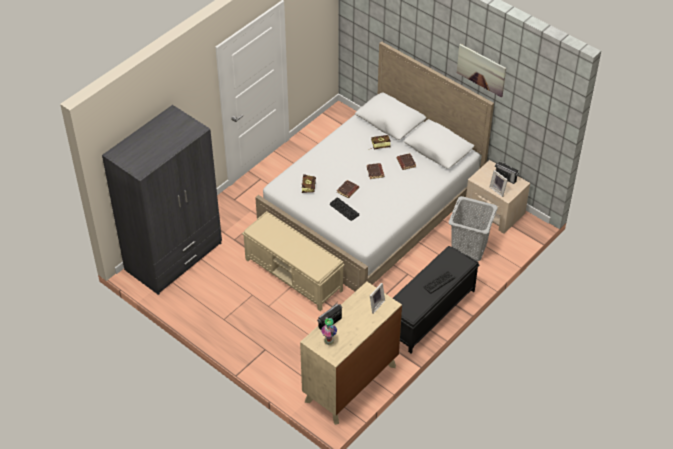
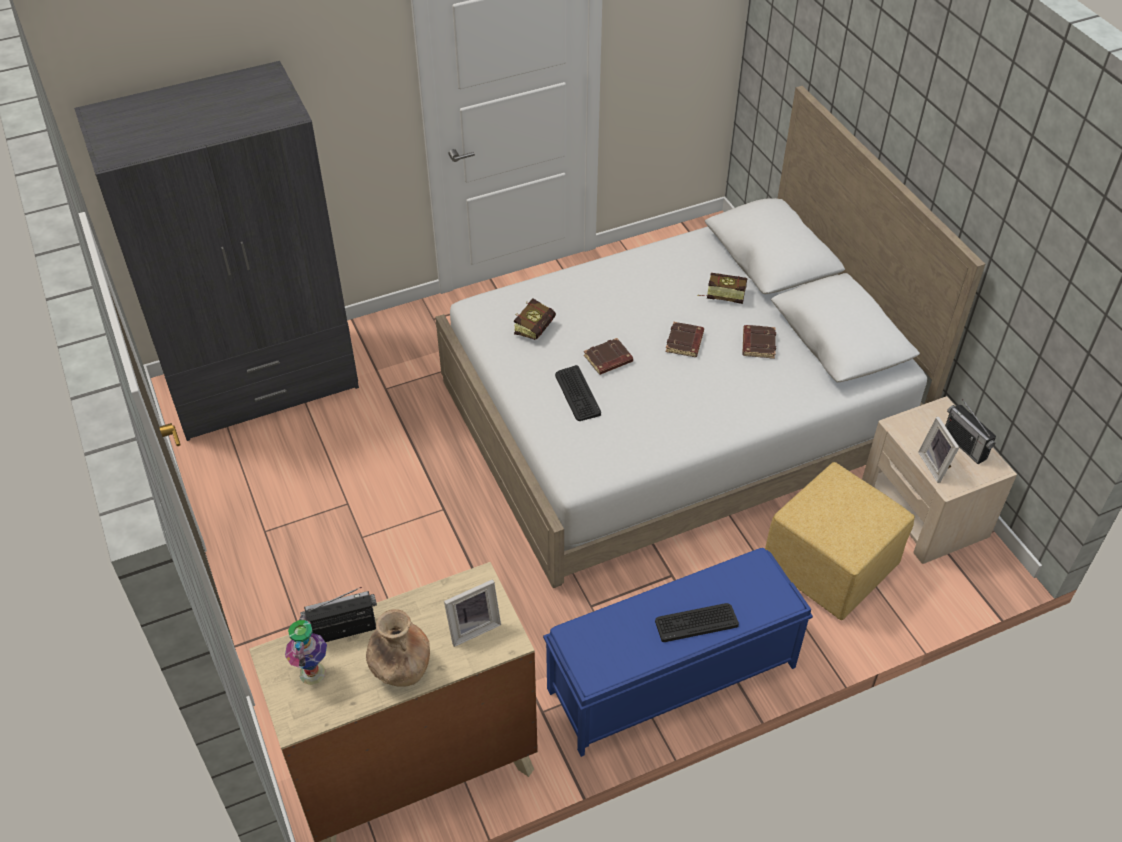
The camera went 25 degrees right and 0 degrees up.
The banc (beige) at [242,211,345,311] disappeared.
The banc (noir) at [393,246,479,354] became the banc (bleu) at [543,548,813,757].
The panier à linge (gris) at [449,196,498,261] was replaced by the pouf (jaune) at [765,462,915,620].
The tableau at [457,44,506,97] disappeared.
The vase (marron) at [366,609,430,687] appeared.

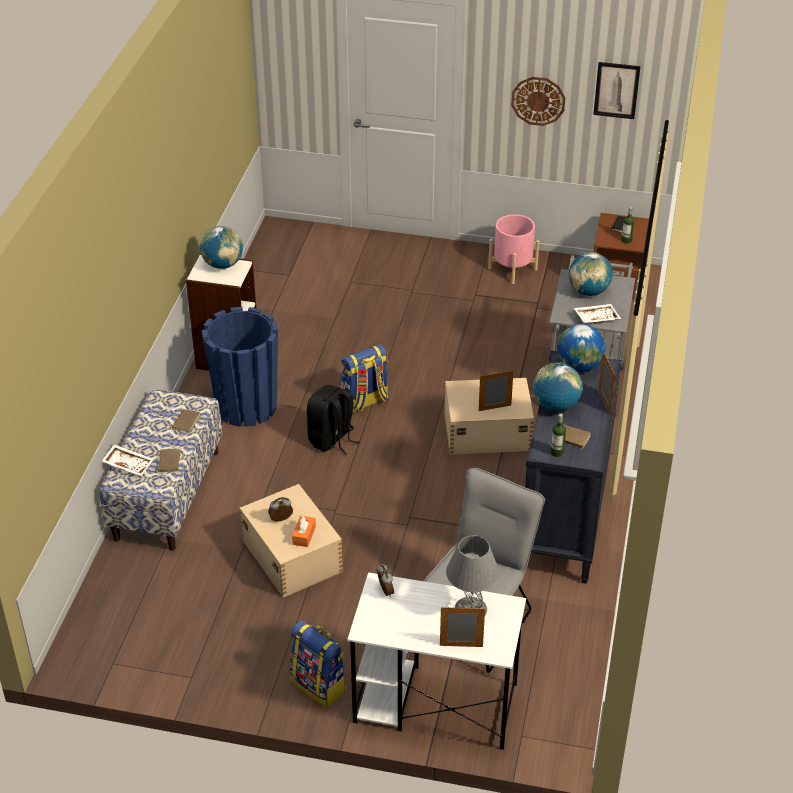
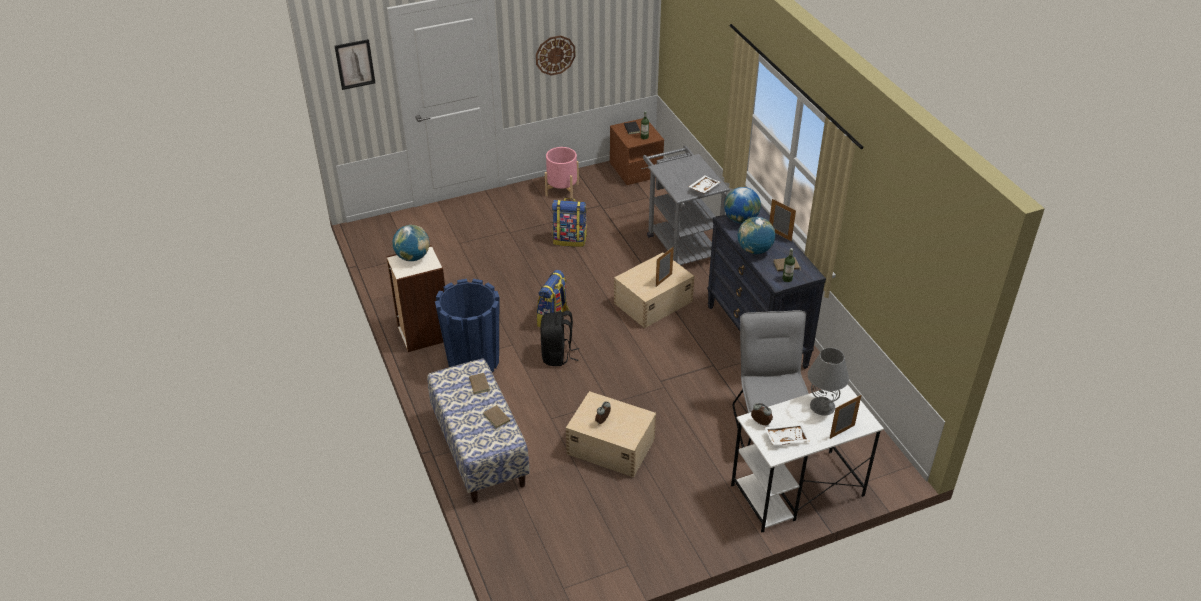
The camera went 35 degrees left and 0 degrees up.
The plateau (blanc) moved from [102,444,153,476] to [764,423,810,445].
The sac à dos moved from [290,621,346,707] to [552,198,587,247].
The boîte à mouchoirs (orange) at [292,515,316,547] disappeared.
The globe at [569,252,613,296] disappeared.
The tableau moved from [593,62,641,119] to [335,39,375,90].

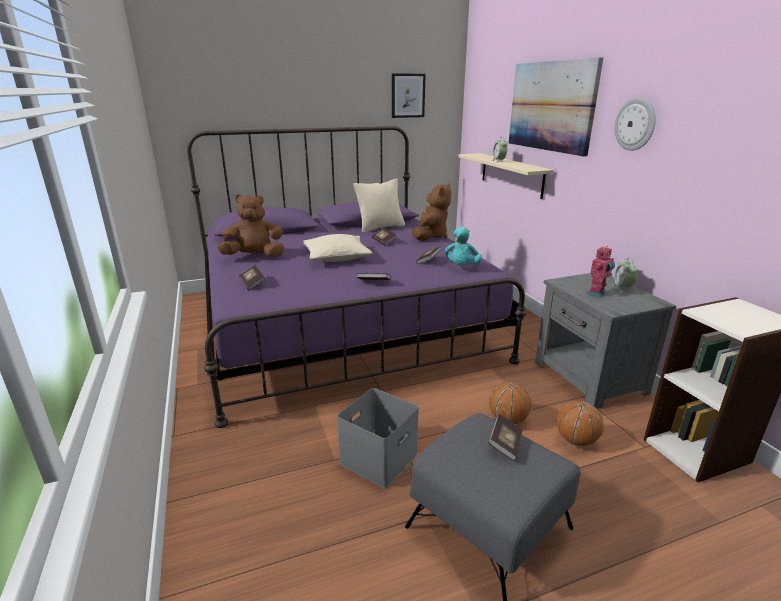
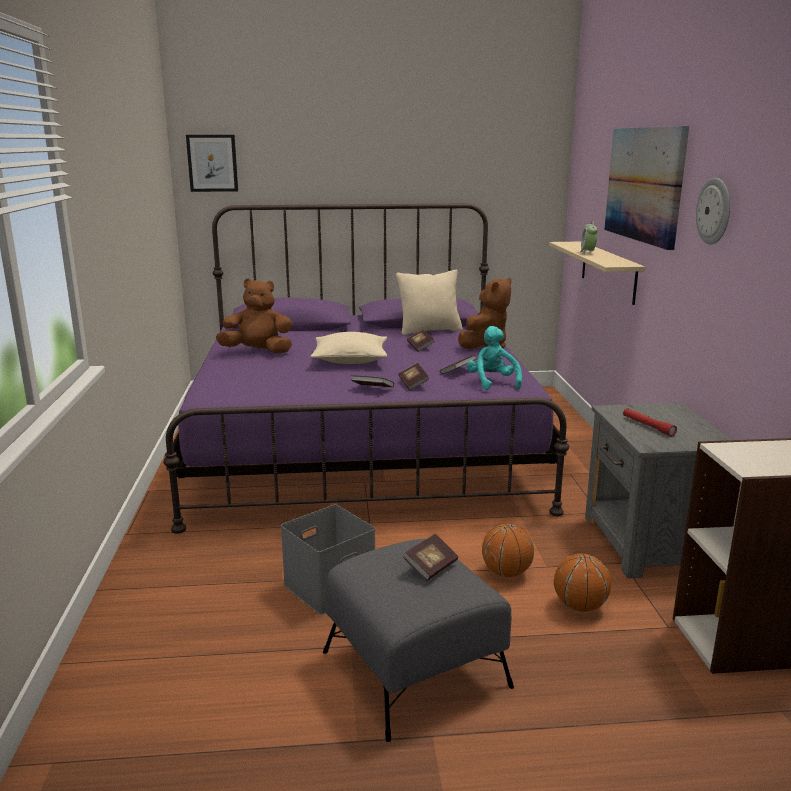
The camera went 15 degrees right and 5 degrees down.
The livre moved from [239,265,265,290] to [398,363,429,391].
The tableau moved from [392,73,426,118] to [186,135,238,192].
The peluche (turquoise) at [445,227,482,265] turned 135 degrees clockwise.
The robot jouet at [586,246,615,297] was replaced by the lampe de poche (rouge) at [623,408,677,437].
The réveil at [612,258,638,293] disappeared.

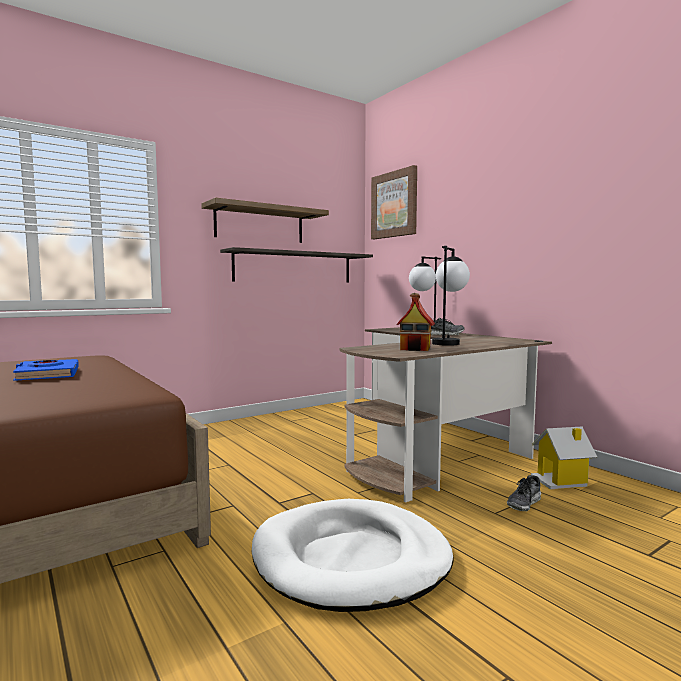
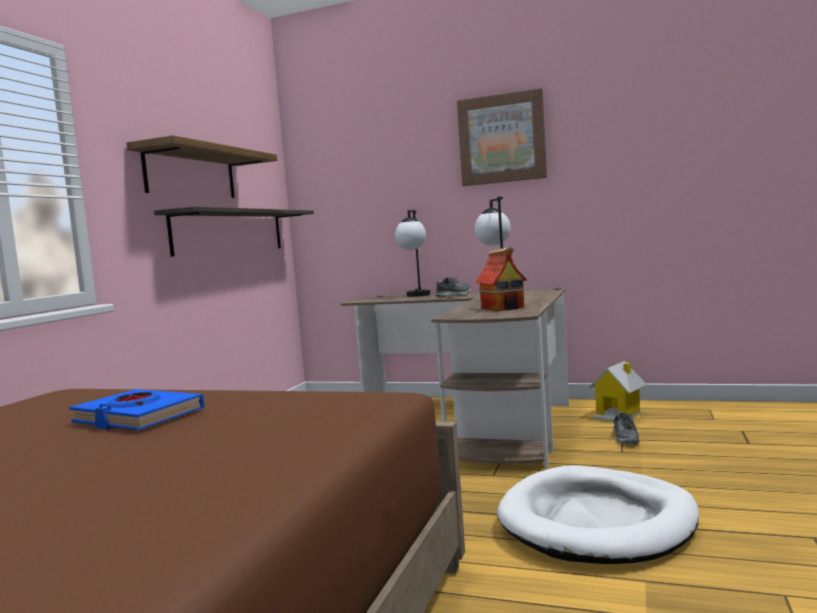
The camera went 35 degrees left and 0 degrees up.
The tableau moved from [371,165,417,239] to [457,88,547,186].

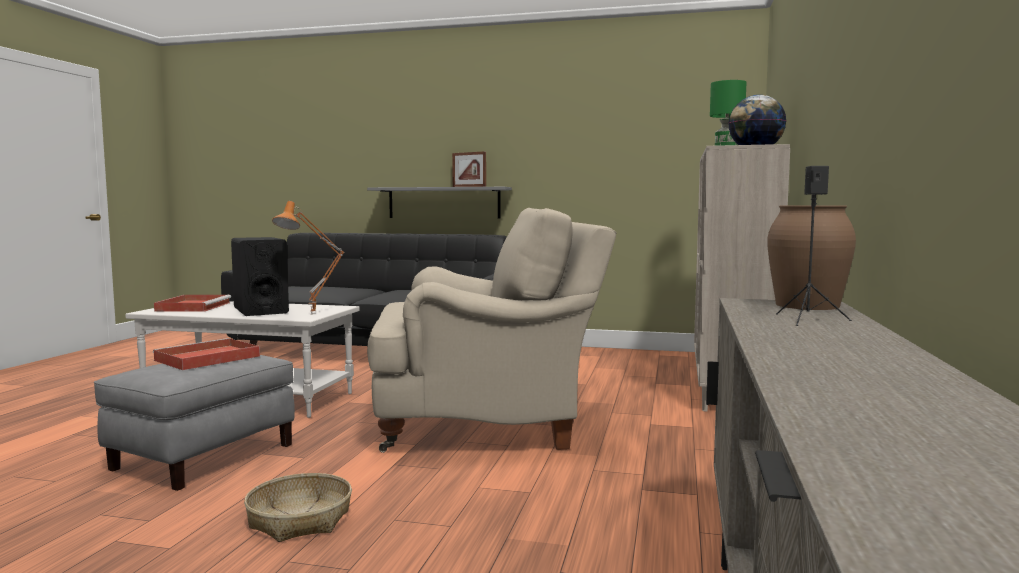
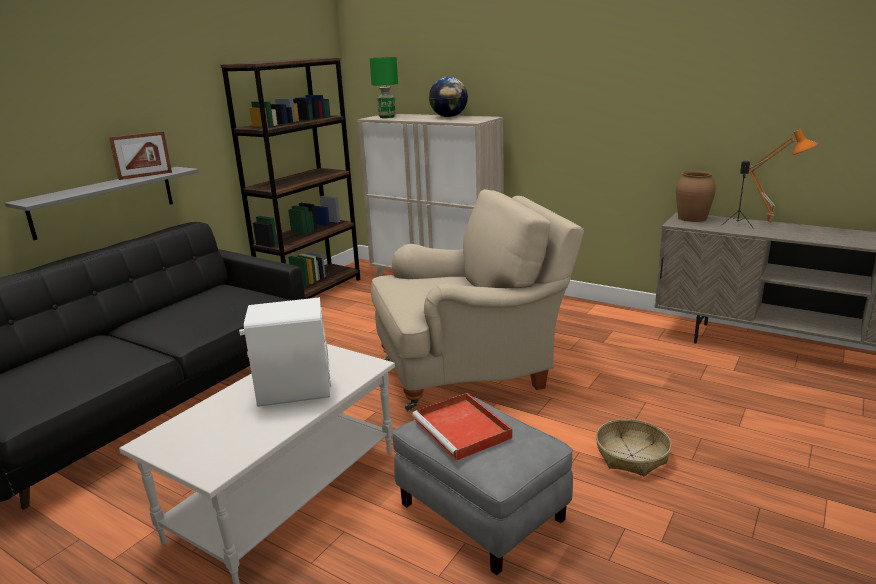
The camera went 70 degrees left and 15 degrees up.
The plateau (rouge) at [154,295,231,312] disappeared.
The enceinte (noir) at [231,237,289,316] became the enceinte (blanc) at [239,297,331,407].
The lampe de table (orange) moved from [272,201,345,315] to [749,129,818,225].
The fauteuil (beige) at [367,208,617,453] turned 60 degrees clockwise.
The bibliothèque (marron) at [220,57,360,299] appeared.

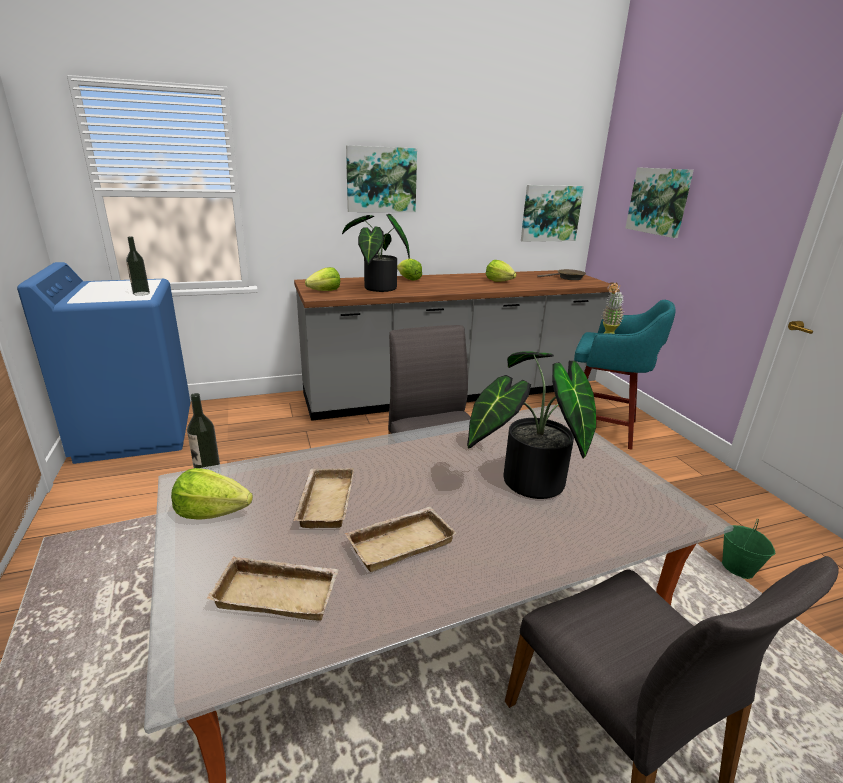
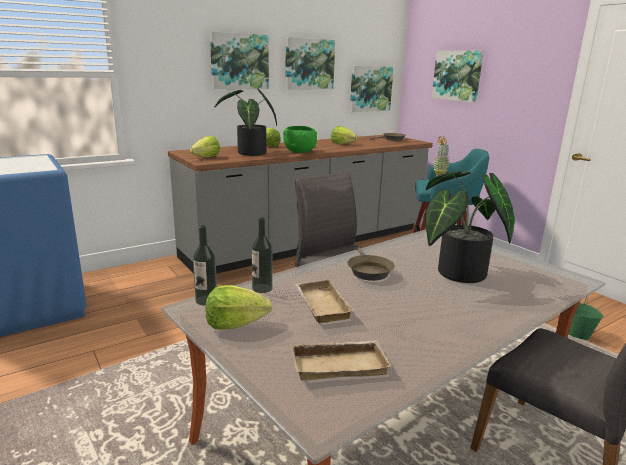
The camera went 15 degrees left and 5 degrees down.
The bouteille moved from [126,237,150,296] to [251,217,273,293].
The plateau (beige) at [345,507,457,572] disappeared.
The bol (vert) at [283,126,317,153] appeared.
The tableau at [285,37,335,90] appeared.
The poêle (marron) at [348,247,395,281] appeared.

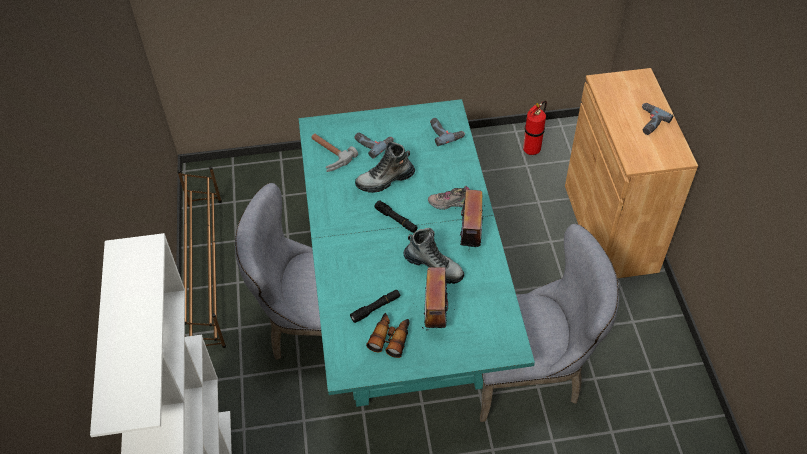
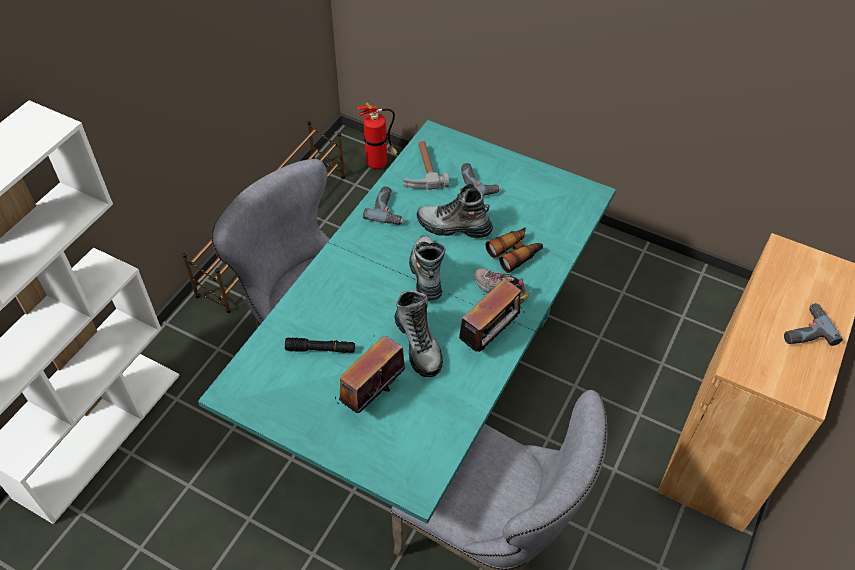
The camera went 35 degrees right and 0 degrees up.
The jumelles moved from [366,313,410,358] to [485,228,543,273].
The lampe de poche (noir) at [374,200,418,233] was replaced by the botte at [409,235,445,300].
The perceuse moved from [430,118,465,146] to [363,186,404,225].
The extincteur moved from [523,101,547,155] to [357,102,397,169].

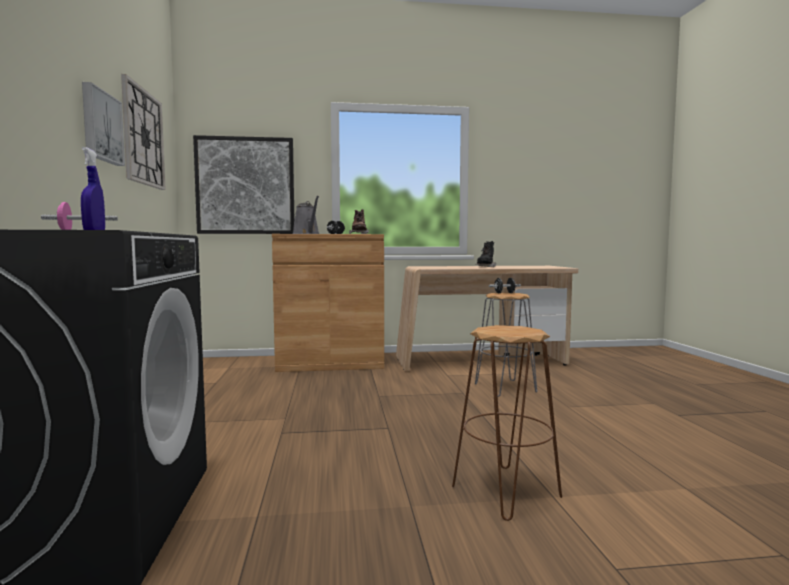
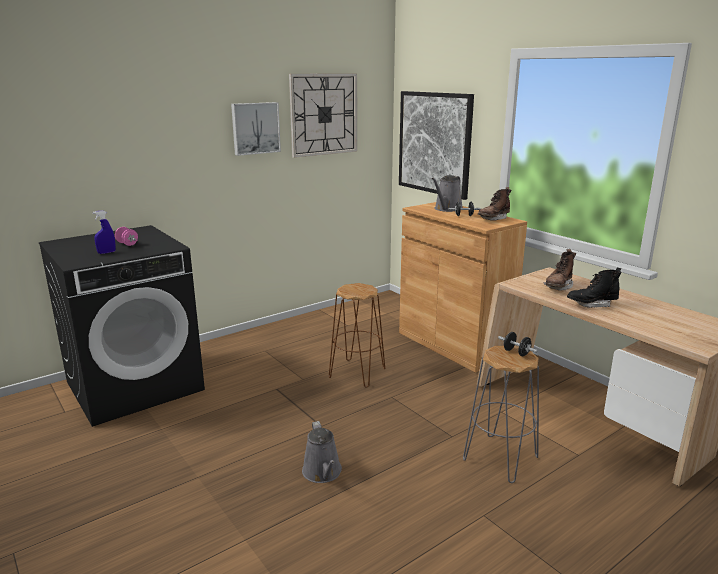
The camera went 60 degrees right and 15 degrees up.
The tabouret (marron) moved from [452,325,562,521] to [329,283,385,387].
The arrosoir (gris) at [302,421,342,483] appeared.
The botte (marron) at [544,249,576,291] appeared.

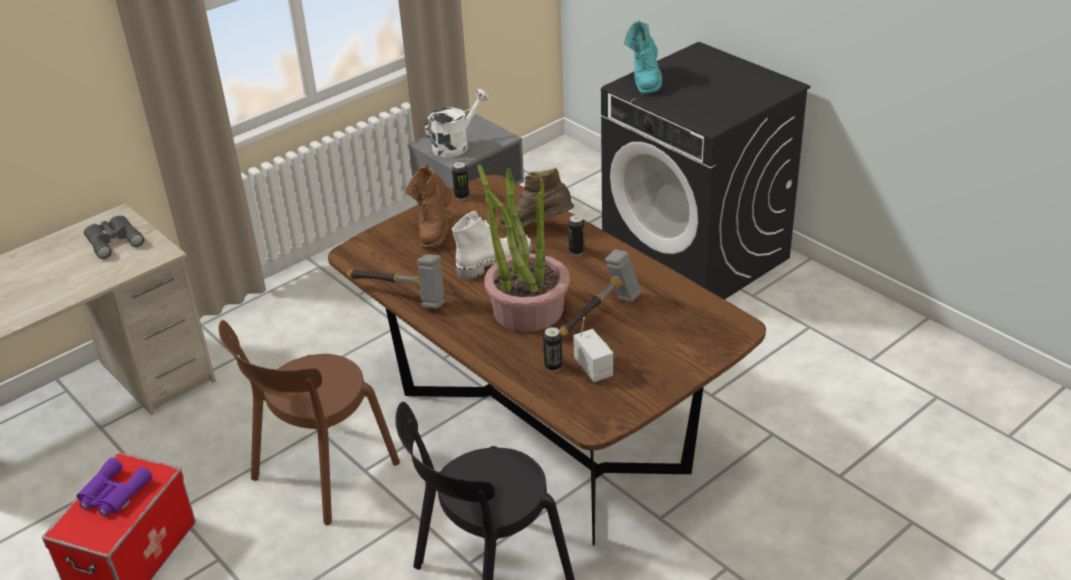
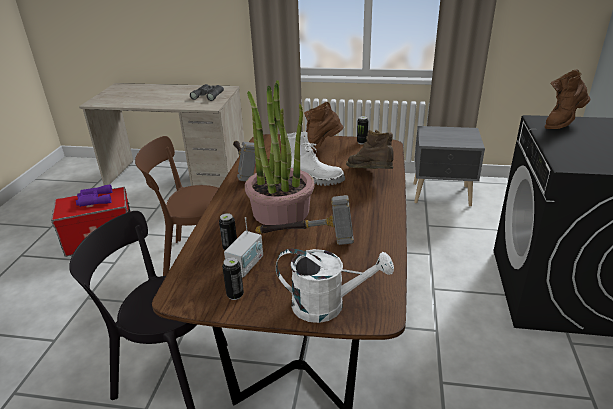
The camera went 50 degrees right and 5 degrees down.
The arrosoir (blanc) moved from [425,89,489,158] to [276,249,394,323].
The boîte métallique moved from [568,215,585,255] to [222,257,244,300].
The botte (turquoise) at [624,20,662,94] became the botte (marron) at [545,70,591,129].

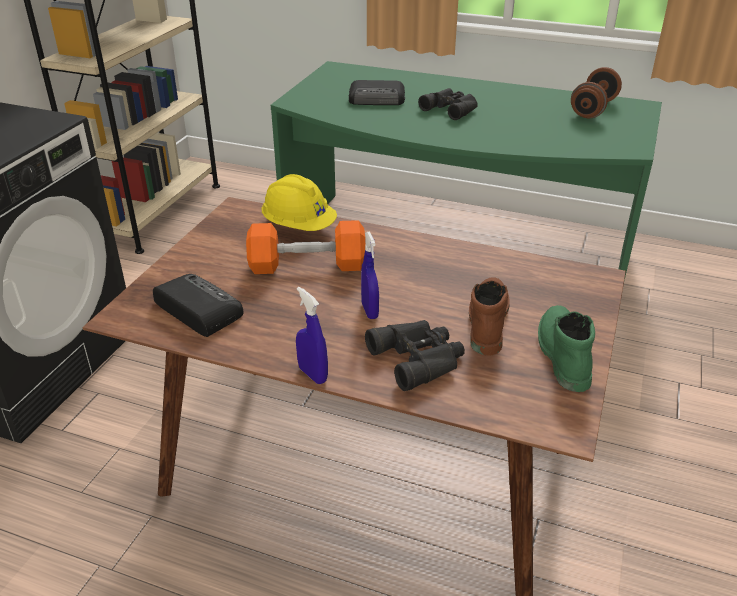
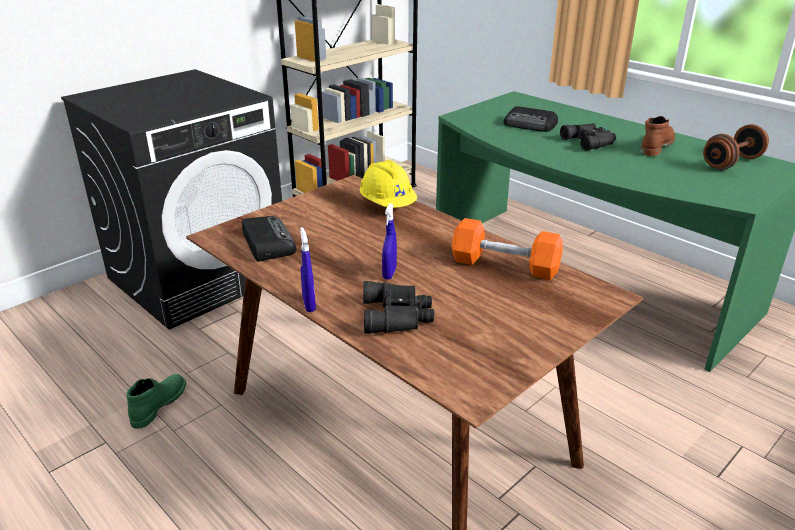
The camera went 25 degrees right and 5 degrees down.
The haltère (orange) moved from [246,220,365,274] to [451,218,563,280].
The botte (marron) moved from [469,277,510,356] to [640,116,675,156].
The botte (vert) moved from [538,305,595,392] to [126,374,186,429].

